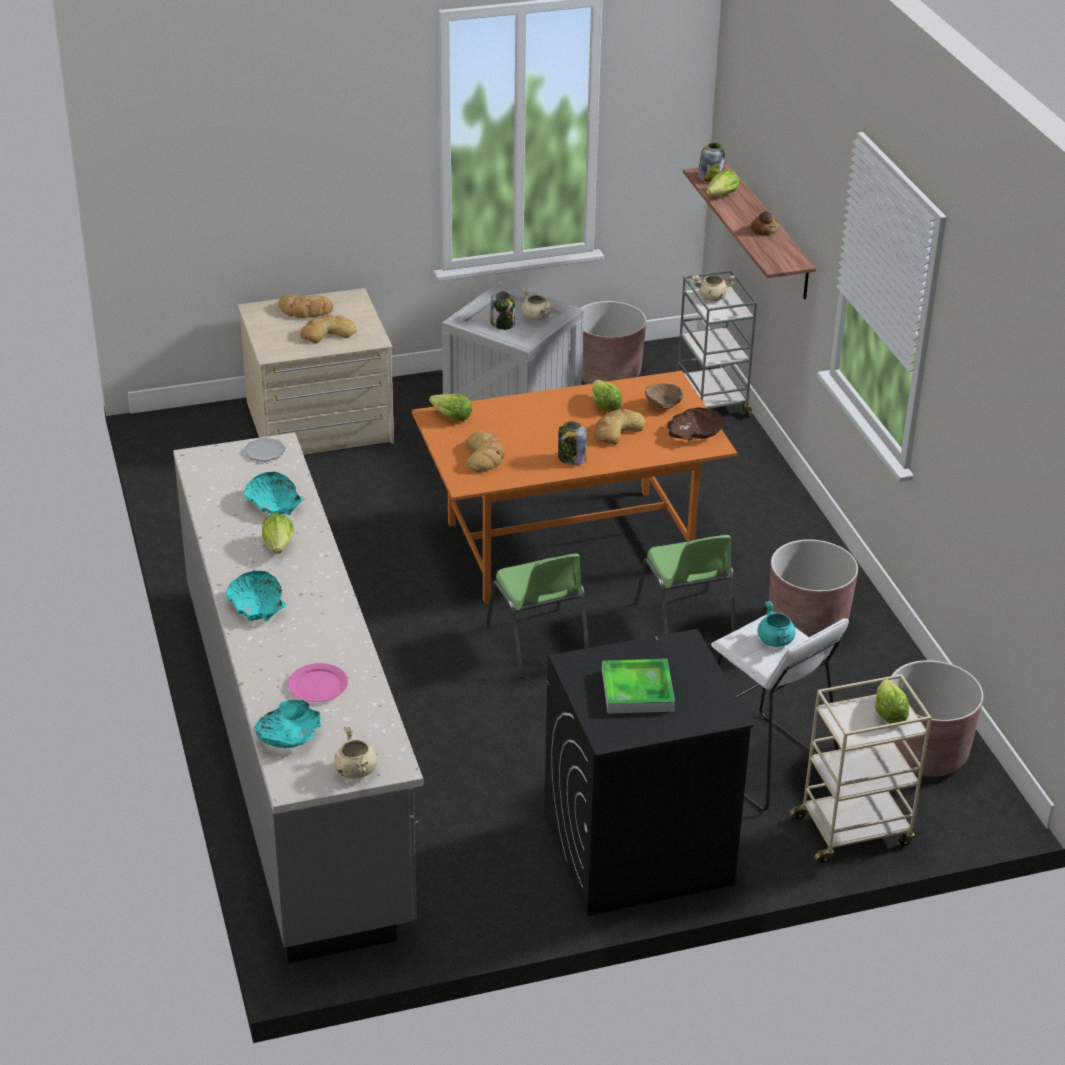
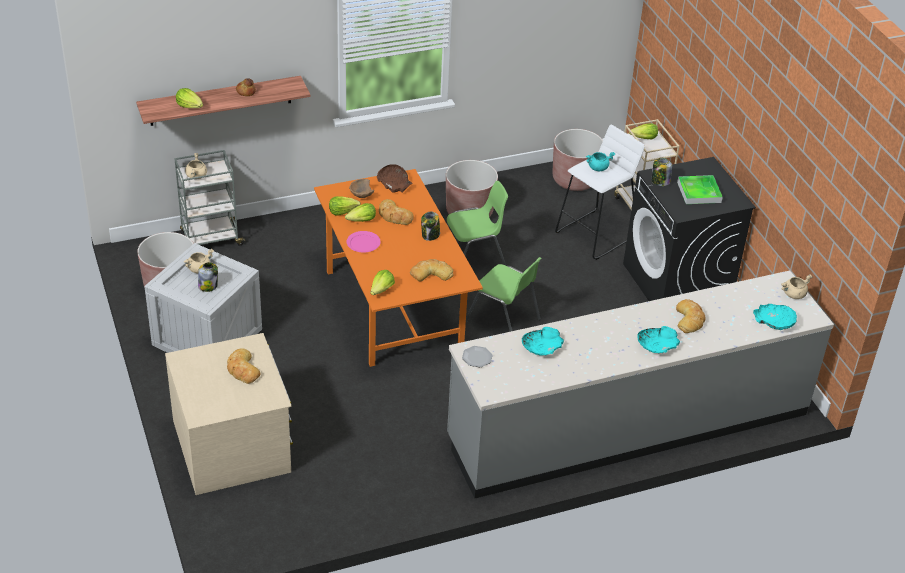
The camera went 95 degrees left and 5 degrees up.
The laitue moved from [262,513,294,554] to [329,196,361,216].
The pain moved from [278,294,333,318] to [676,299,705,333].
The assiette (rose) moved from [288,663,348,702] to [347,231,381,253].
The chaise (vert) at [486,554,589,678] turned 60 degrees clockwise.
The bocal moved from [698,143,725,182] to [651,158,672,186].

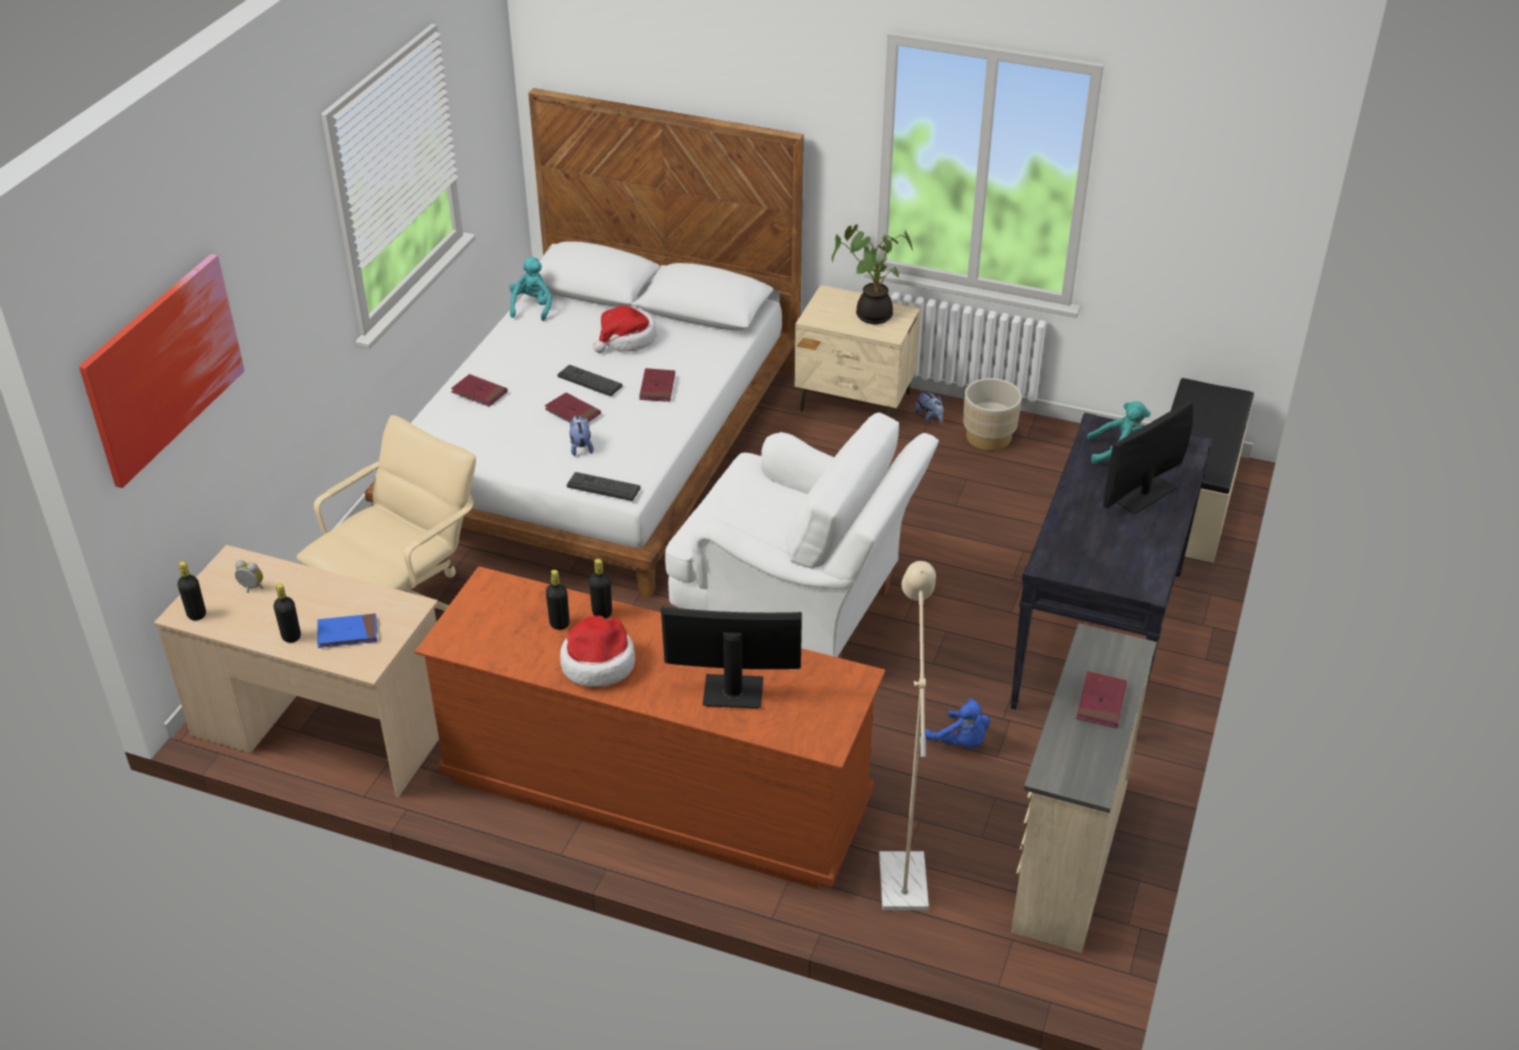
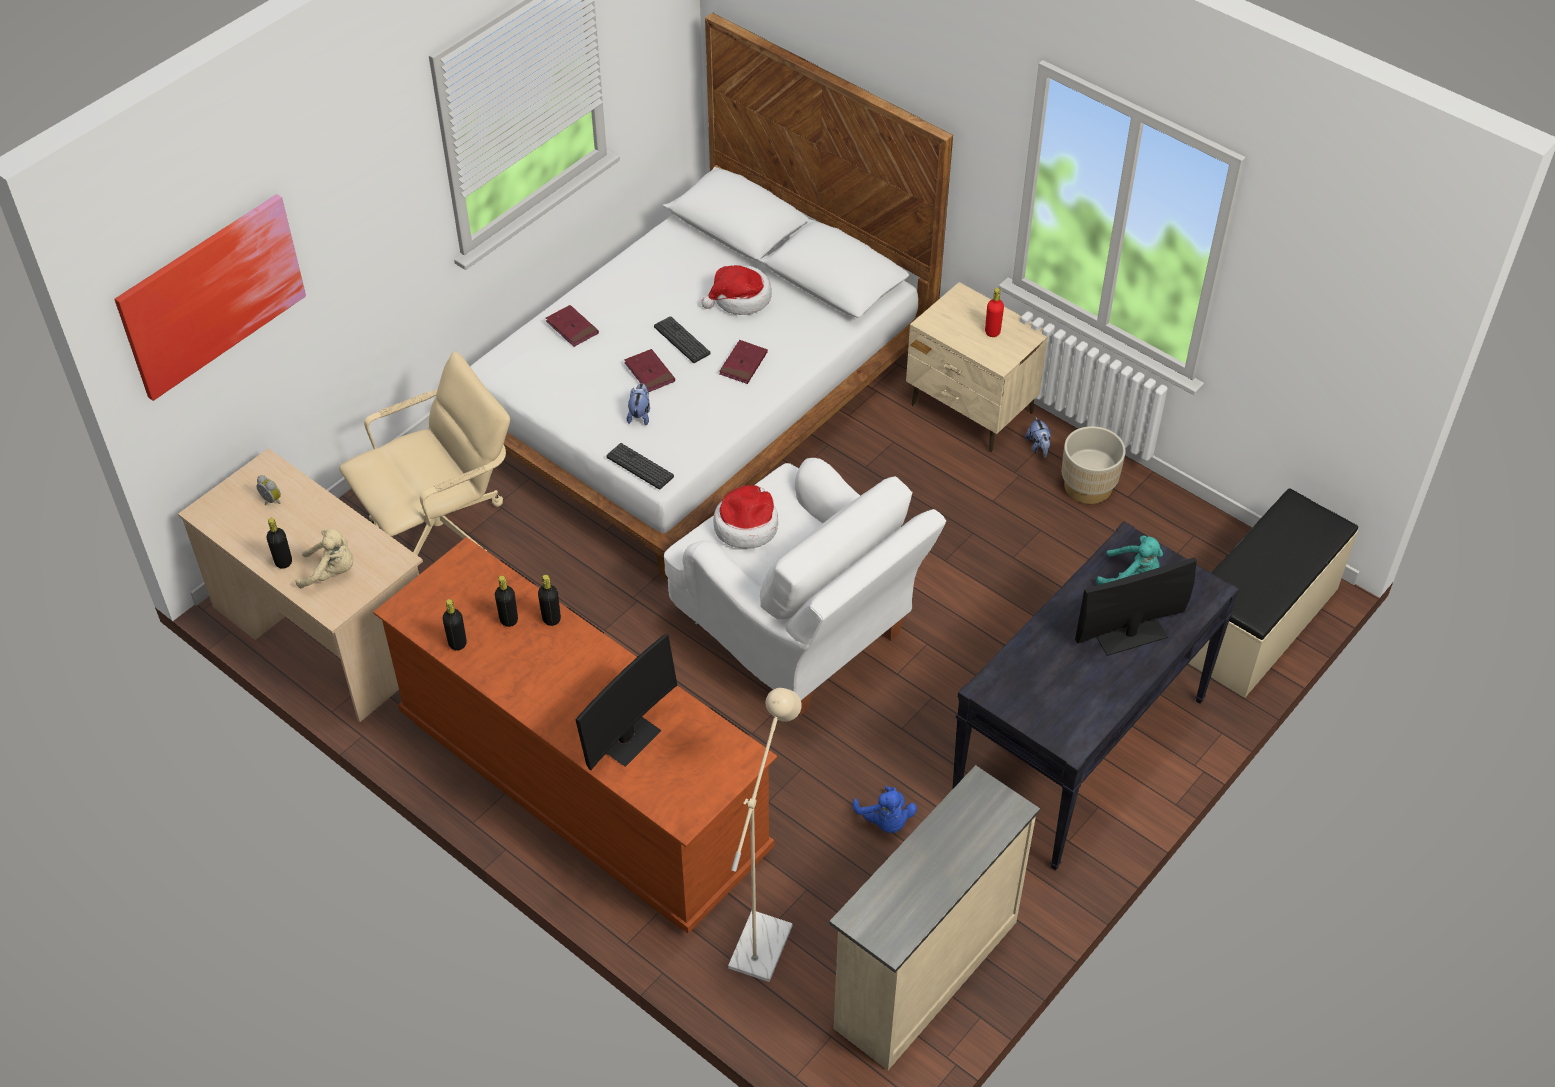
The camera went 20 degrees right and 10 degrees up.
The bouteille (noir) moved from [177,561,206,621] to [443,599,467,650].
The livre (bleu) at [317,613,377,648] was replaced by the peluche (beige) at [295,529,353,588].
The peluche (turquoise) at [510,257,552,321] disappeared.
The chapeau moved from [560,615,635,687] to [713,485,778,548].
The écran d'ordinateur at [661,607,802,709] turned 105 degrees clockwise.
The plante en pot at [832,224,913,324] was replaced by the bouteille (rouge) at [985,288,1004,337].
The livre (rouge) at [1076,671,1127,728] disappeared.

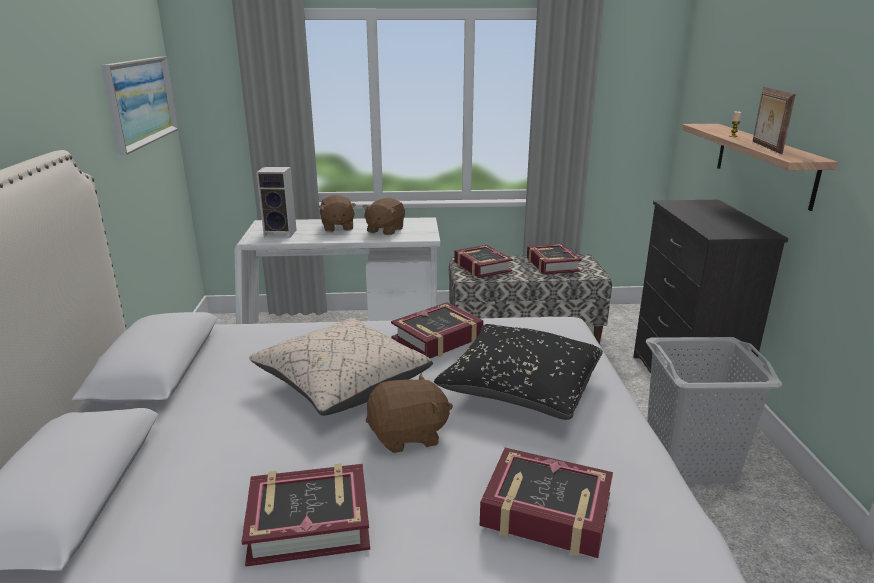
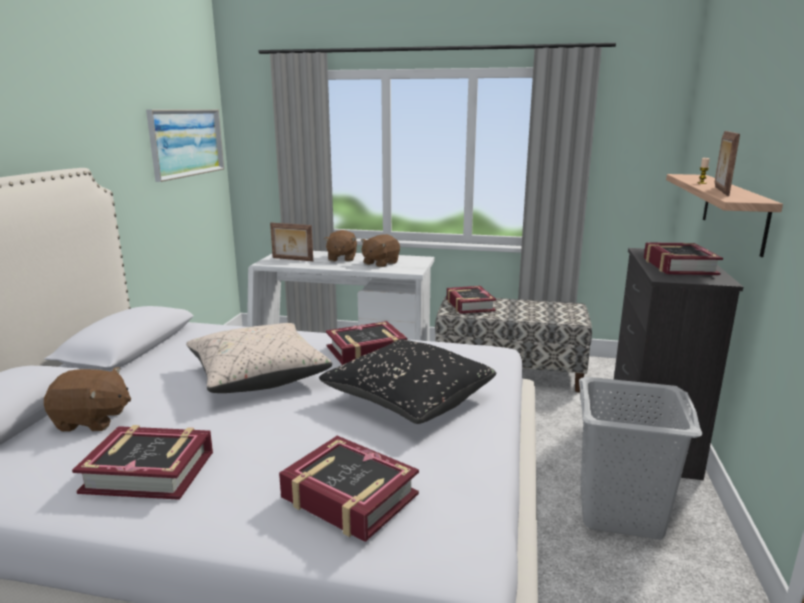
The camera went 15 degrees right and 5 degrees down.
The enceinte at [256,167,297,238] was replaced by the cadre photo at [270,223,313,261].
The peluche (marron) moved from [366,373,453,453] to [44,367,131,432].
The livre moved from [527,244,582,275] to [644,242,723,275].

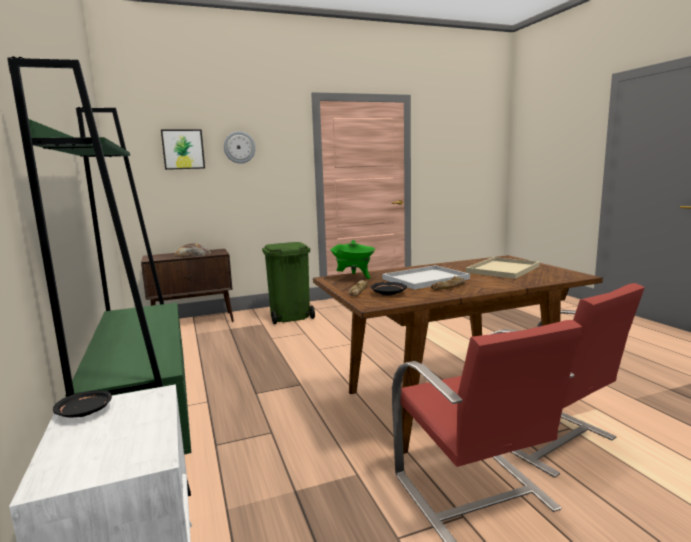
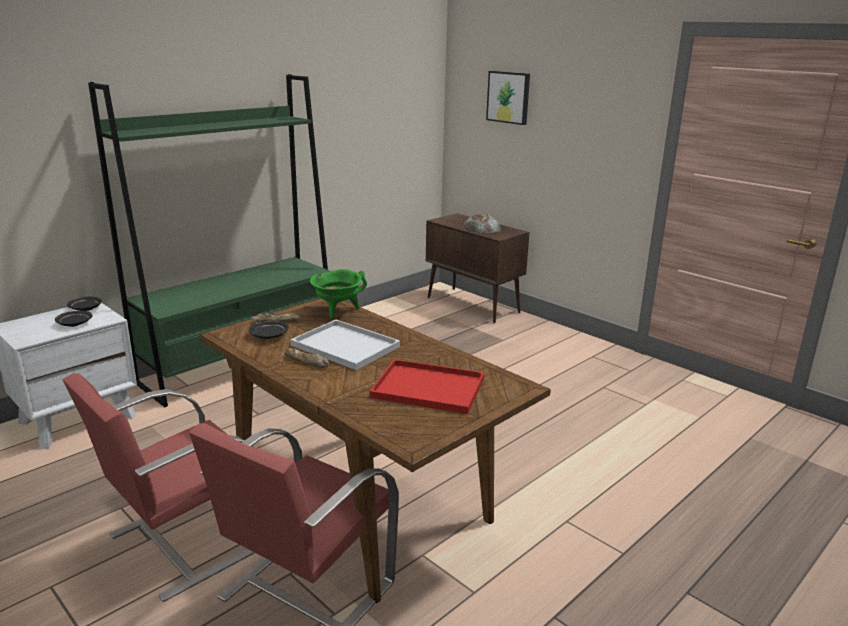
The camera went 65 degrees right and 10 degrees up.
The horloge murale at [224,131,256,164] disappeared.
The poubelle (vert) at [262,242,315,324] disappeared.
The plateau (beige) at [466,257,540,279] became the plateau (rouge) at [370,359,484,414].
The assiette (noir) at [55,311,93,327] appeared.

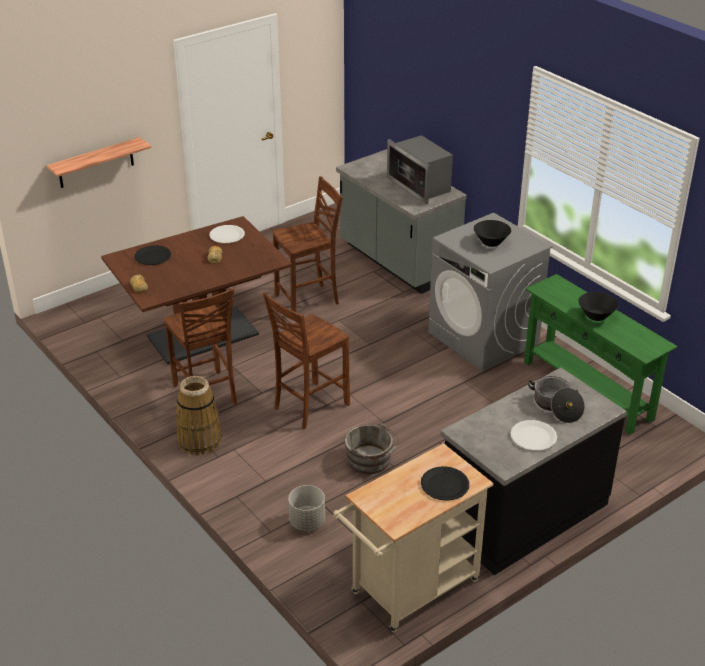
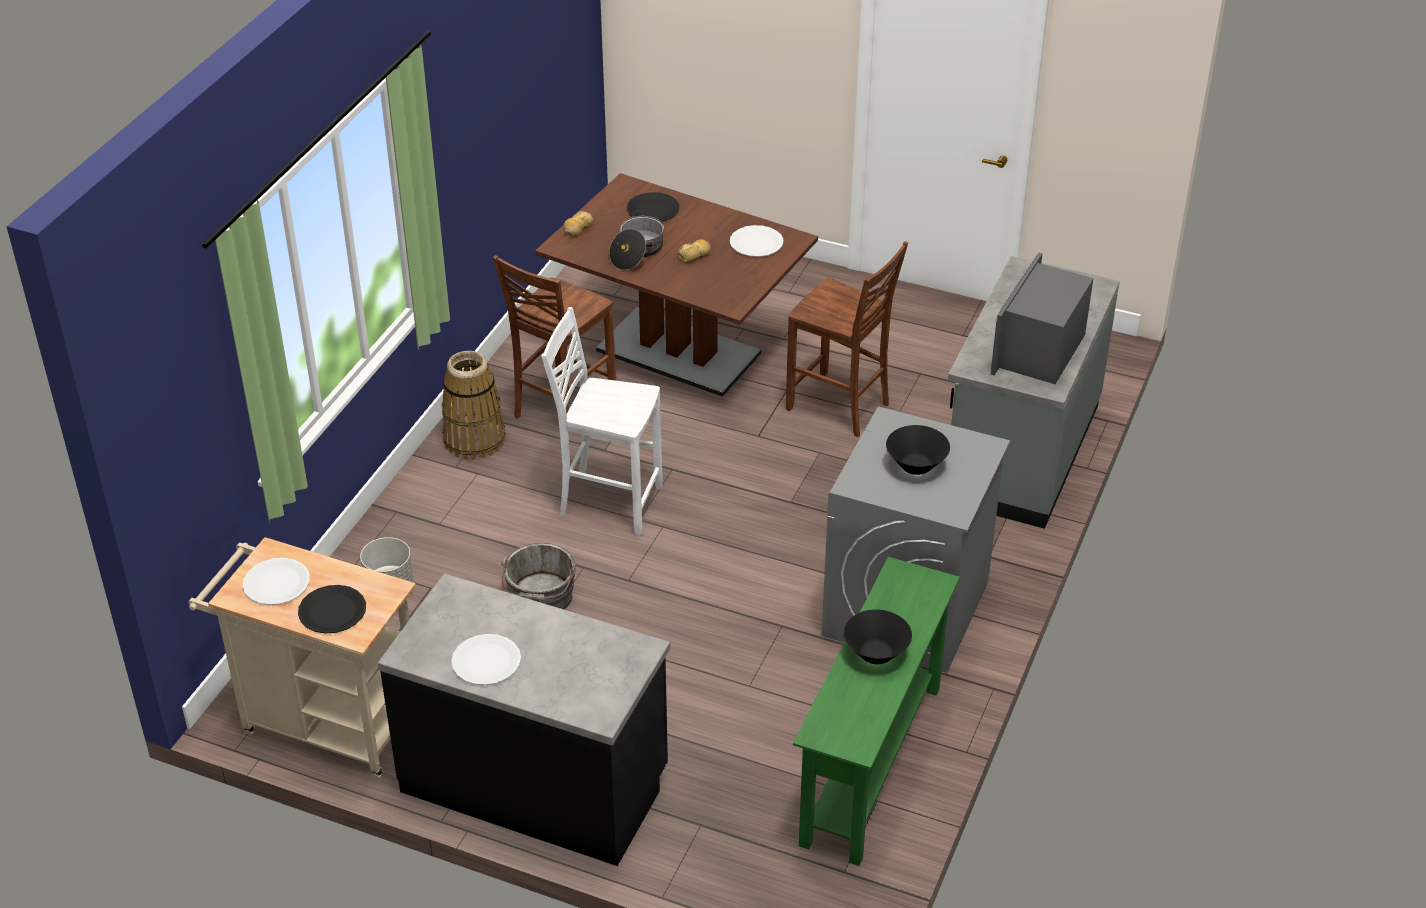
The camera went 60 degrees right and 5 degrees up.
The étagère at [47,137,151,188] disappeared.
The chaise (marron) at [263,292,350,429] became the chaise (blanc) at [542,307,663,535].
The marmite moved from [528,376,585,423] to [609,210,664,270].
The assiette (blanc) at [243,558,310,605] appeared.

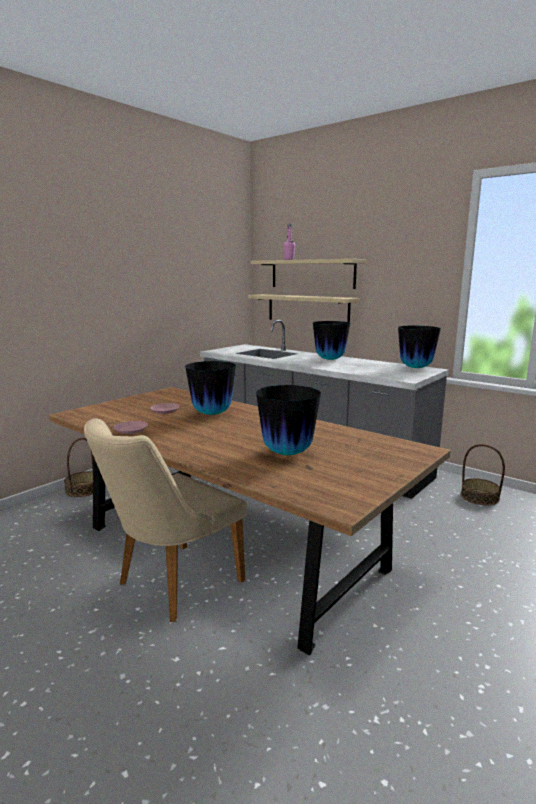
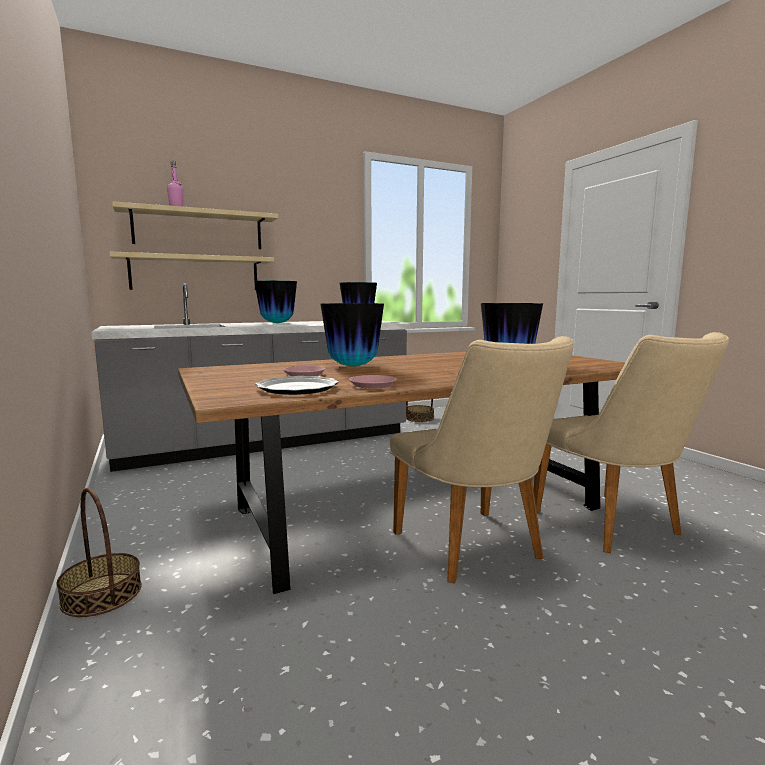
The camera went 65 degrees left and 5 degrees down.
The assiette at [256,376,339,395] appeared.
The chaise (beige) at [533,332,729,553] appeared.

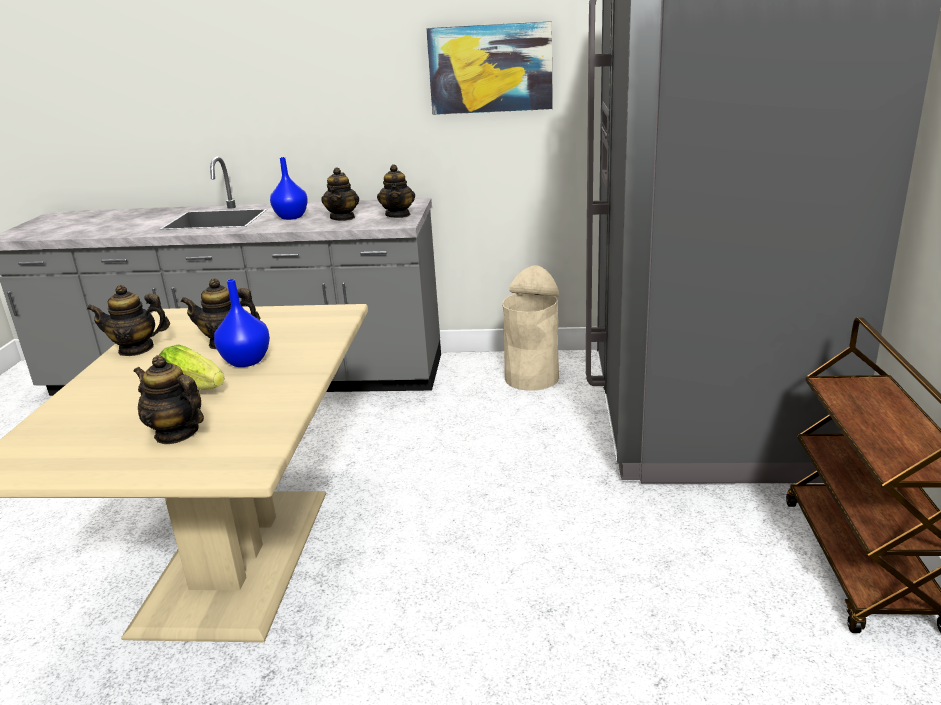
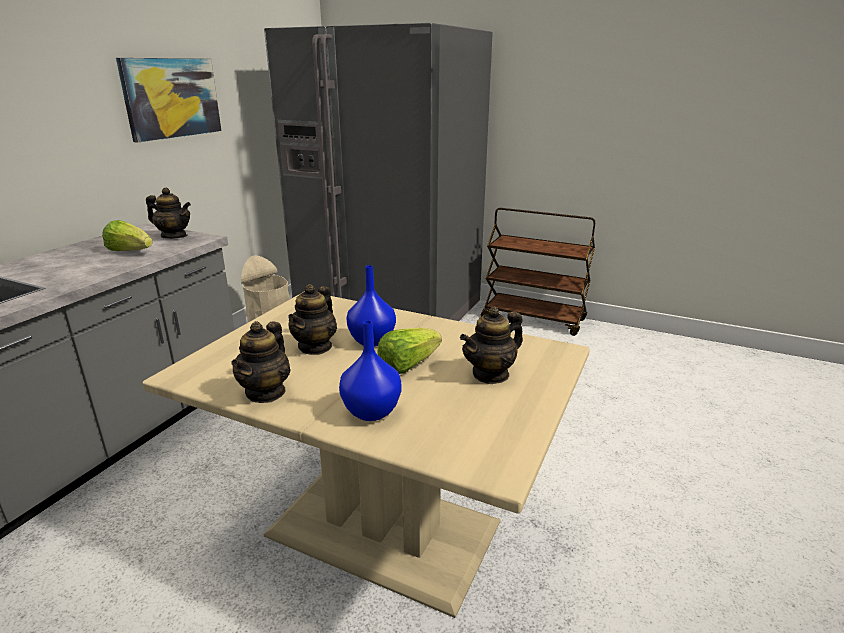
The camera went 70 degrees left and 0 degrees up.
The vase (bleu) moved from [270,157,308,220] to [339,320,401,421].
The théière at [321,167,359,221] was replaced by the laitue at [102,220,153,251].

